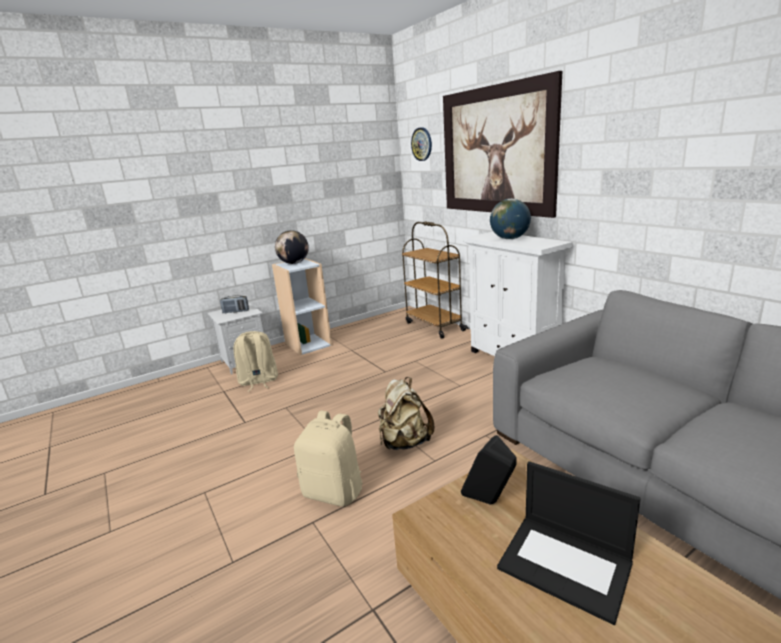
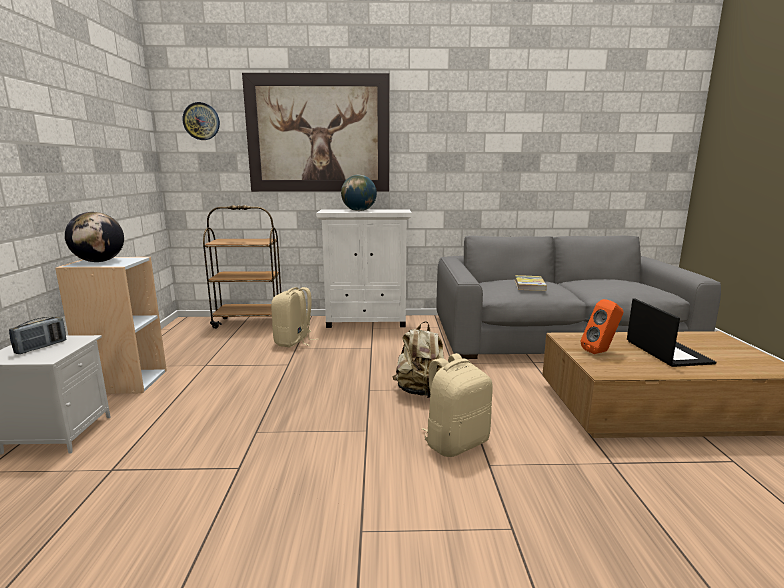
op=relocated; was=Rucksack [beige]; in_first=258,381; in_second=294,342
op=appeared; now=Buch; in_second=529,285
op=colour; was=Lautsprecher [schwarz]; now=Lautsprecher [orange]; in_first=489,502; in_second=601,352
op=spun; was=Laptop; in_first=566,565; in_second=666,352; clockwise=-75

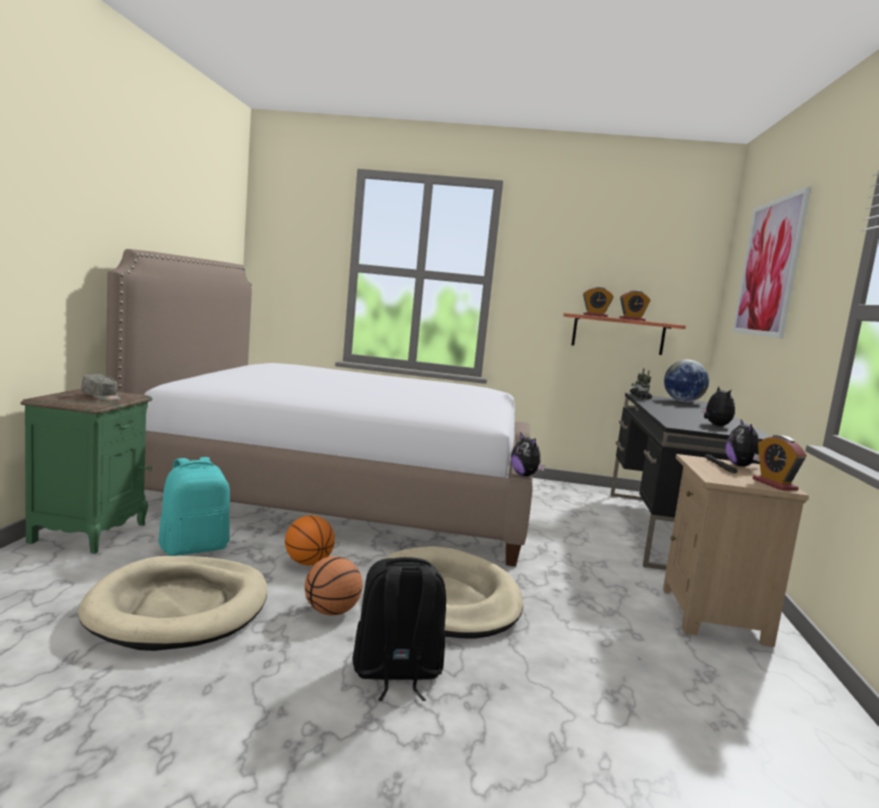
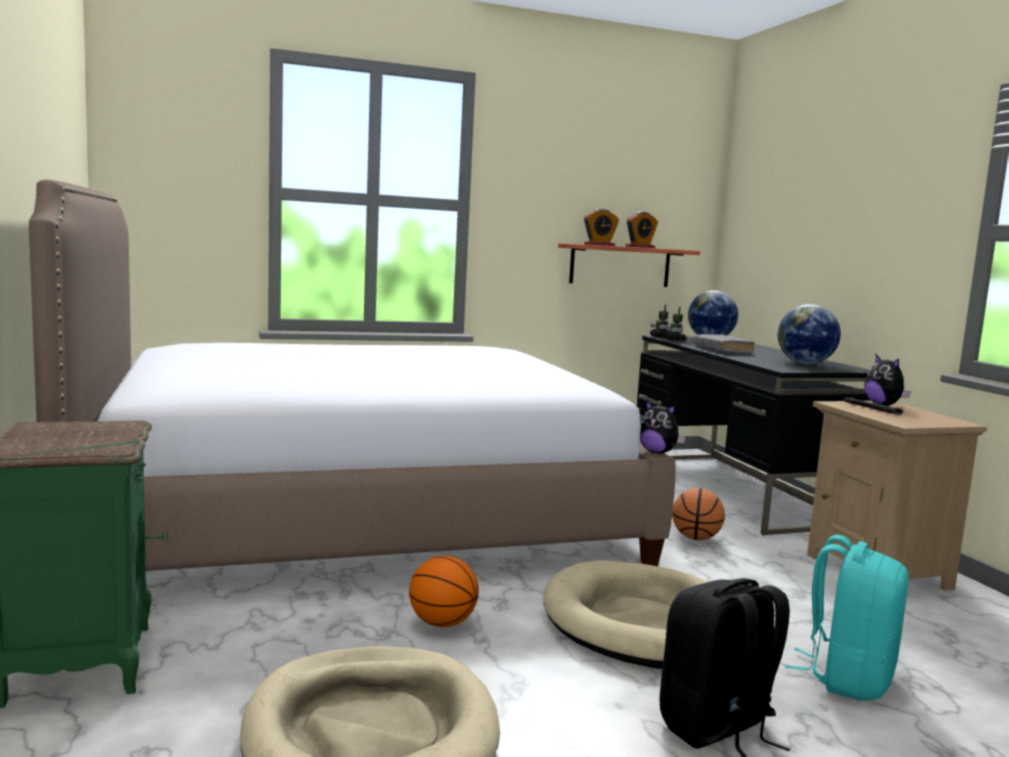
op=relocated; was=Basketball; in_first=331,612; in_second=696,538
op=appeared; now=Buch [grau]; in_second=722,350
op=exchanged; was=Plüschtier; now=Globus; in_first=715,425; in_second=804,363
op=relocated; was=Rucksack [türkis]; in_first=194,548; in_second=847,678
op=missing; was=Kappe [grau]; in_first=102,397
op=missing; was=Bild; in_first=769,268
op=missing; was=Wecker; in_first=774,484

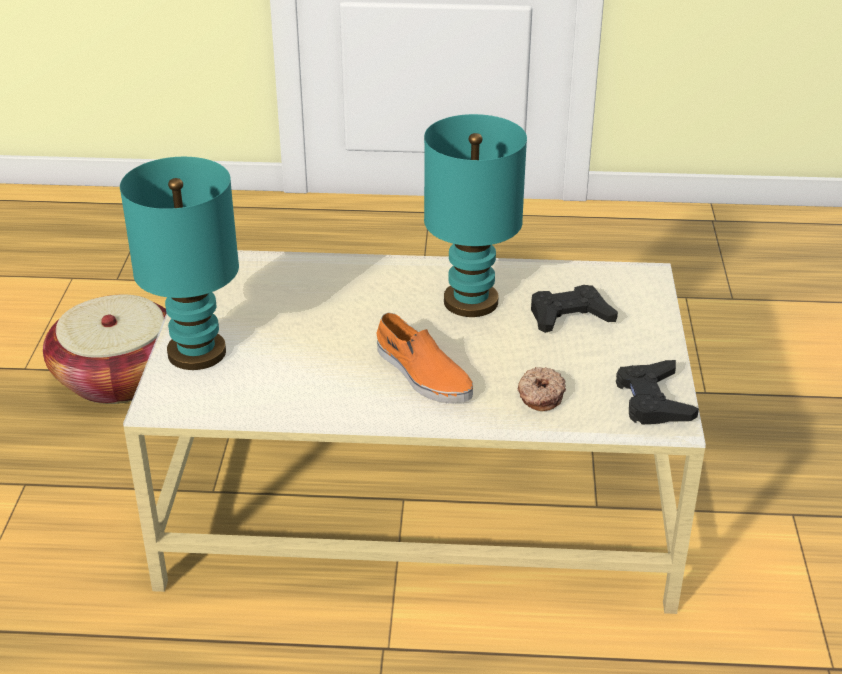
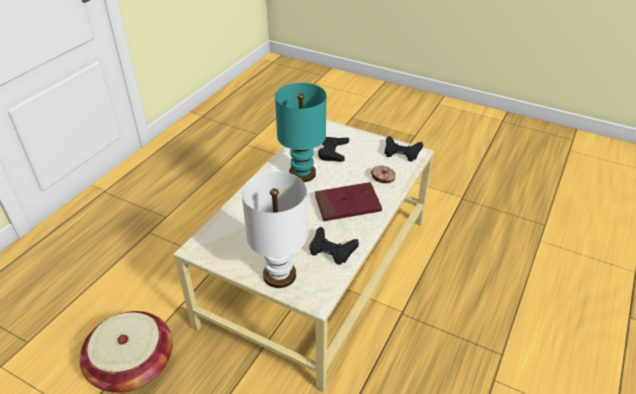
op=colour; was=Tischlampe [türkis]; now=Tischlampe [weiß]; in_first=196,353; in_second=280,276
op=appeared; now=Gamepad [schwarz]; in_second=331,249
op=exchanged; was=Schuh [orange]; now=Buch [rot]; in_first=422,374; in_second=347,204

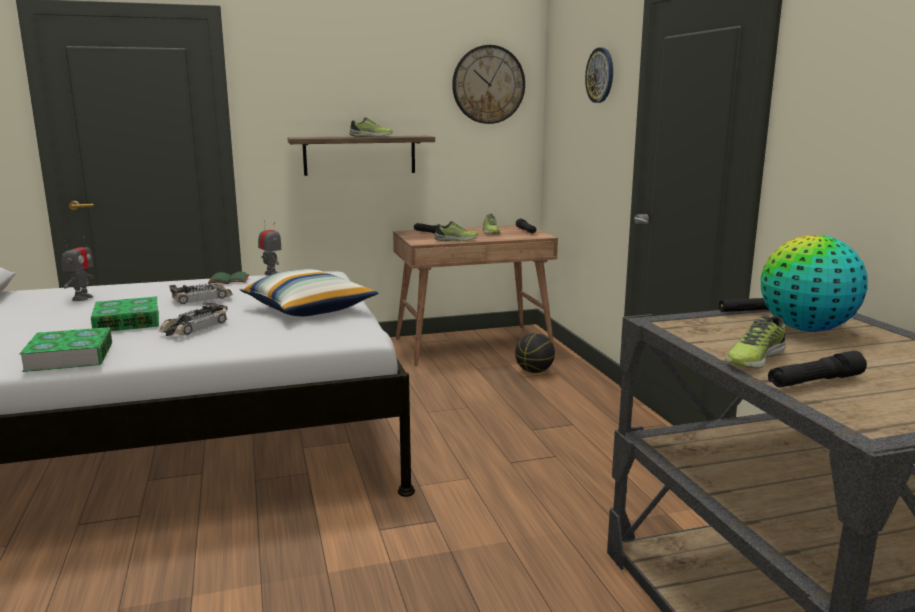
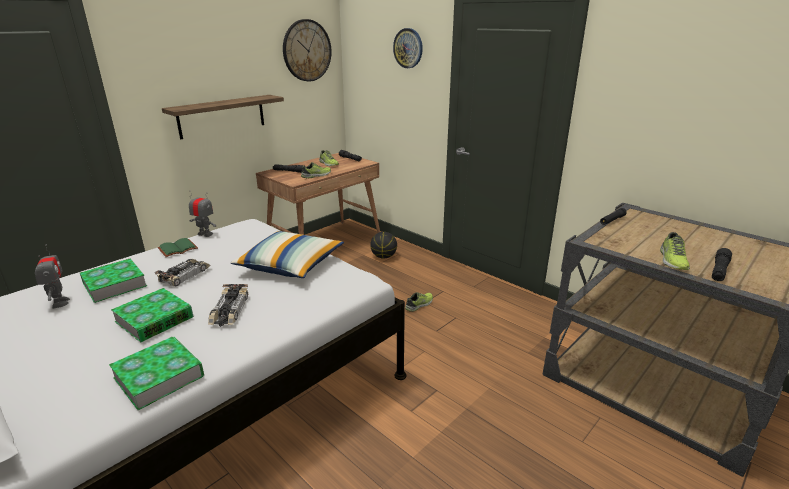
op=appeared; now=Buch; in_second=114,284
op=relocated; was=Schuh; in_first=371,136; in_second=419,305
op=missing; was=Globus; in_first=806,329

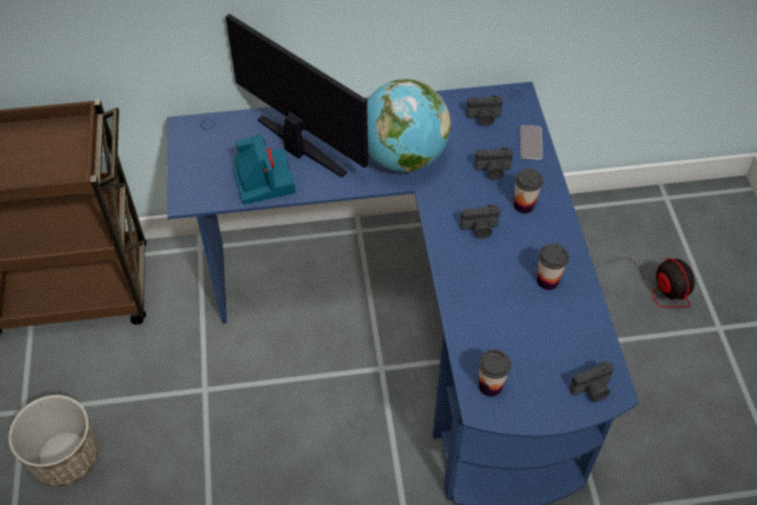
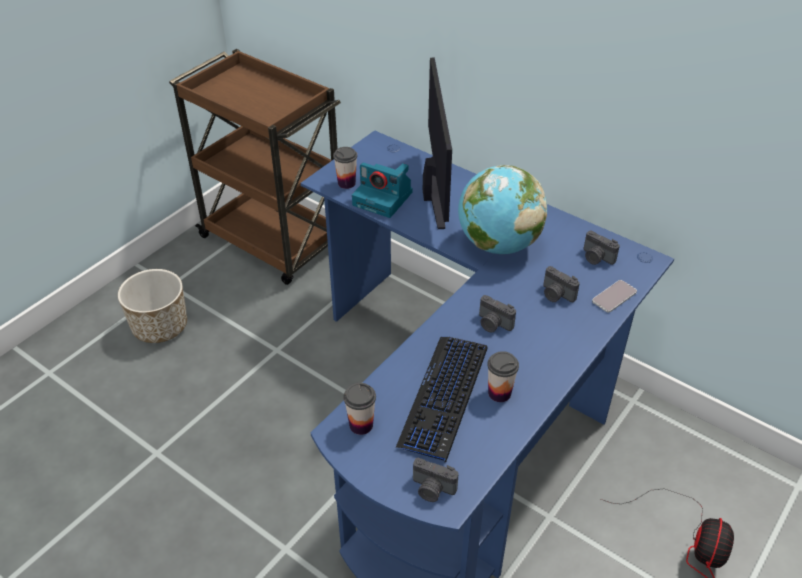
op=relocated; was=Tasse; in_first=524,205; in_second=346,183
op=spun; was=Kamera; in_first=263,180; in_second=384,198; clockwise=90
op=appeared; now=Tastatur; in_second=444,397

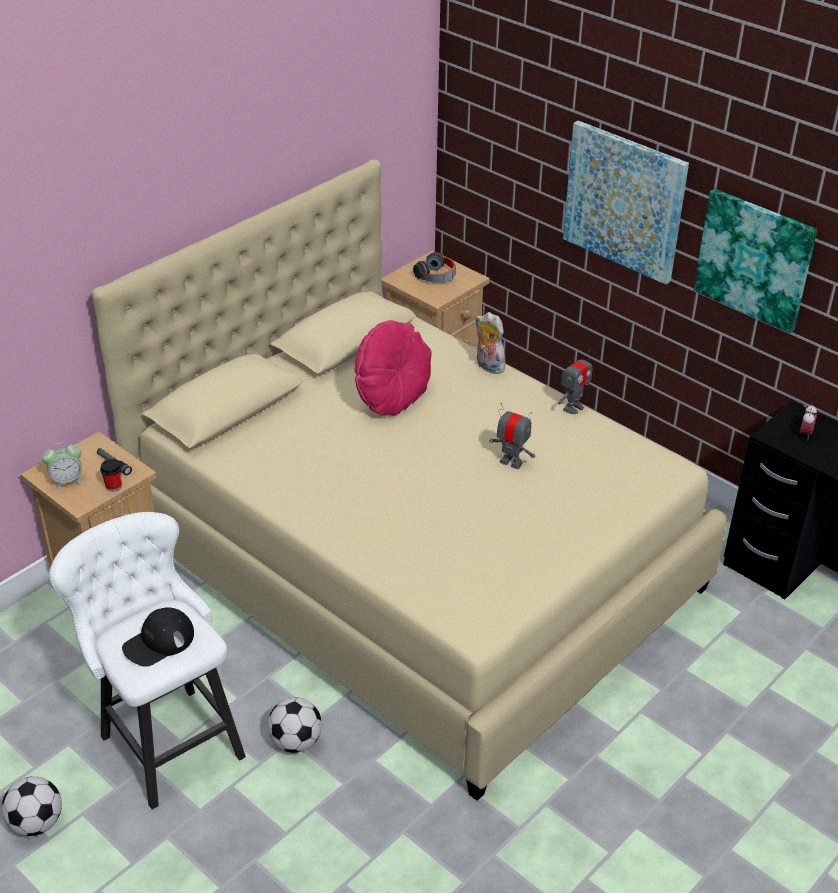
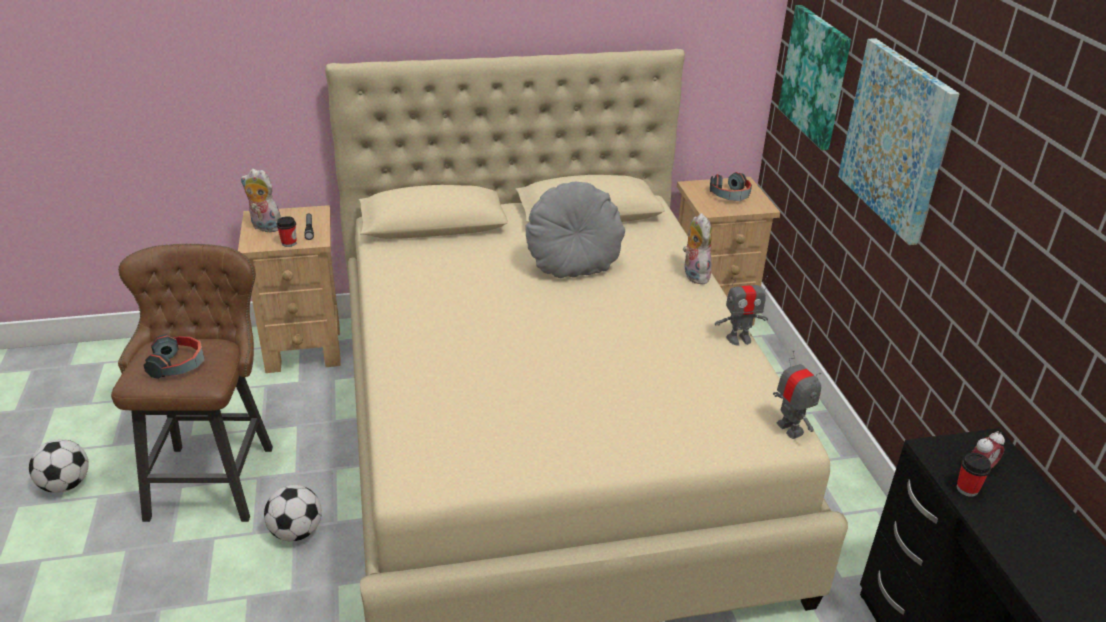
op=colour; was=Hocker [weiß]; now=Hocker [braun]; in_first=164,734; in_second=215,470
op=exchanged; was=Kappe [schwarz]; now=Kopfhörer; in_first=159,642; in_second=178,365
op=exchanged; was=Wecker; now=Plüschtier; in_first=67,481; in_second=264,227
op=colour; was=Kissen [rosa]; now=Kissen [grau]; in_first=393,401; in_second=573,269
op=relocated; was=Spielzeugroboter; in_first=511,462; in_second=790,429
op=relocated; was=Bild; in_first=754,259; in_second=816,76
op=appeared; now=Tasse; in_second=967,489

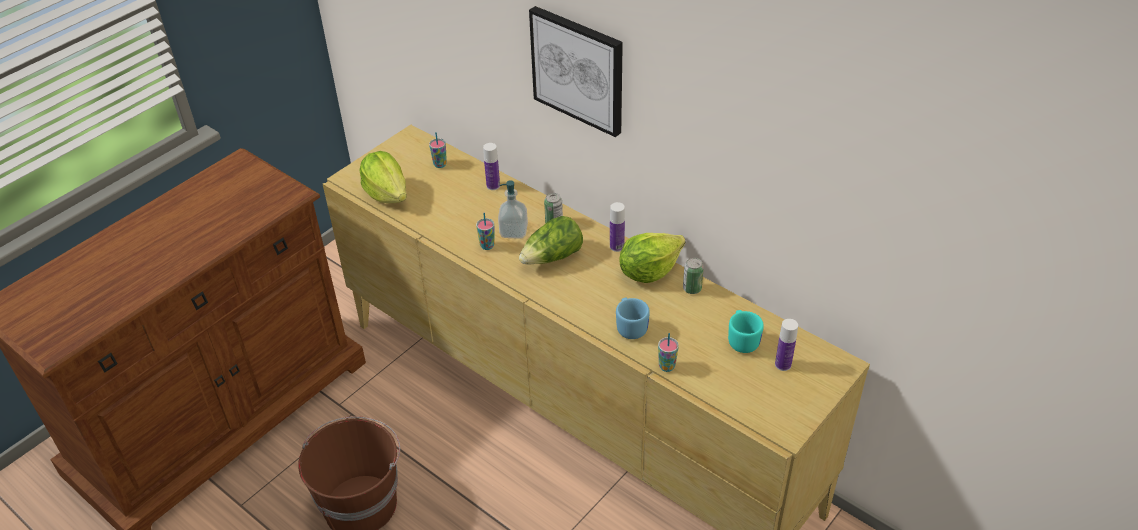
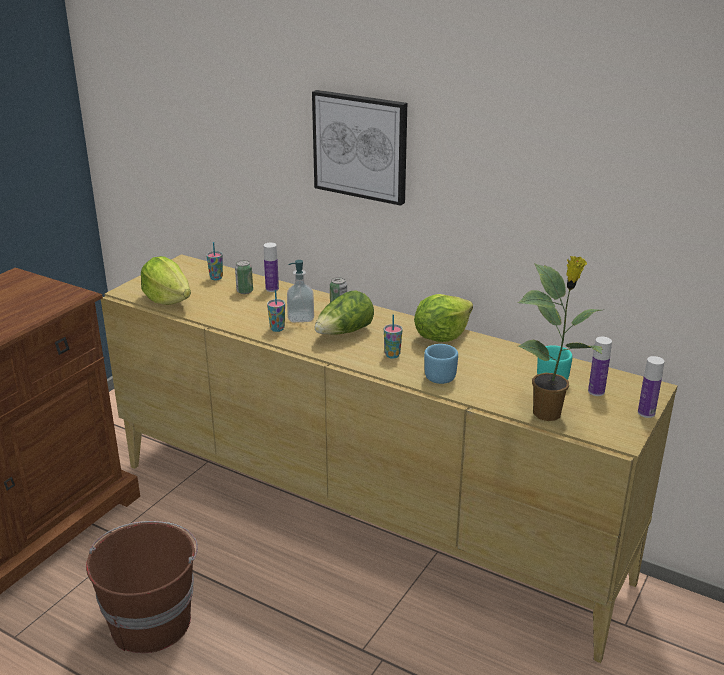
op=relocated; was=Dose; in_first=692,288; in_second=245,291
op=relocated; was=Tasse; in_first=667,366; in_second=392,355
op=appeared; now=Topfpflanze; in_second=549,413
op=relocated; was=Flasche; in_first=617,246; in_second=646,413

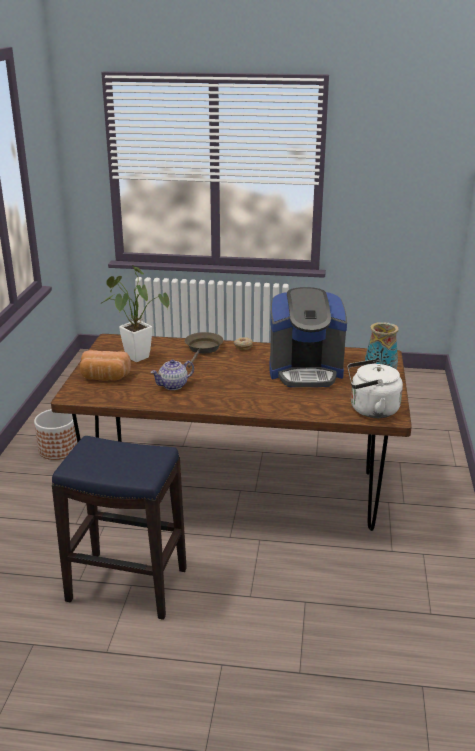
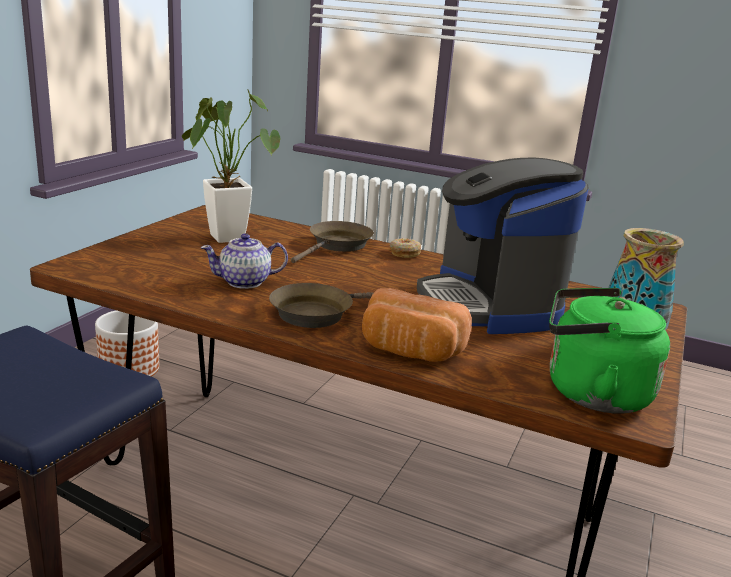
op=appeared; now=Pfanne [braun]; in_second=317,313
op=relocated; was=Brot; in_first=104,377; in_second=410,351
op=spun; was=Kaffeemaschine; in_first=305,372; in_second=490,305; clockwise=60
op=colour; was=Wasserkessel [weiß]; now=Wasserkessel [grün]; in_first=371,410; in_second=590,393

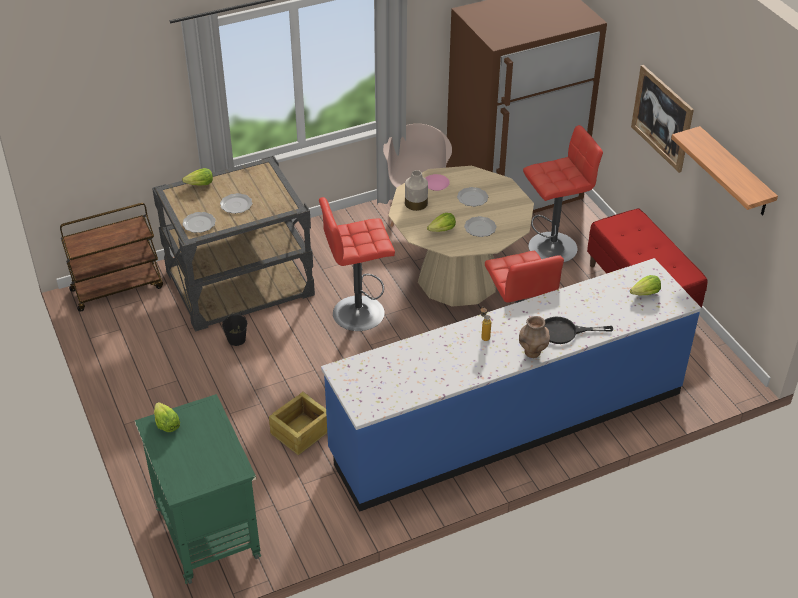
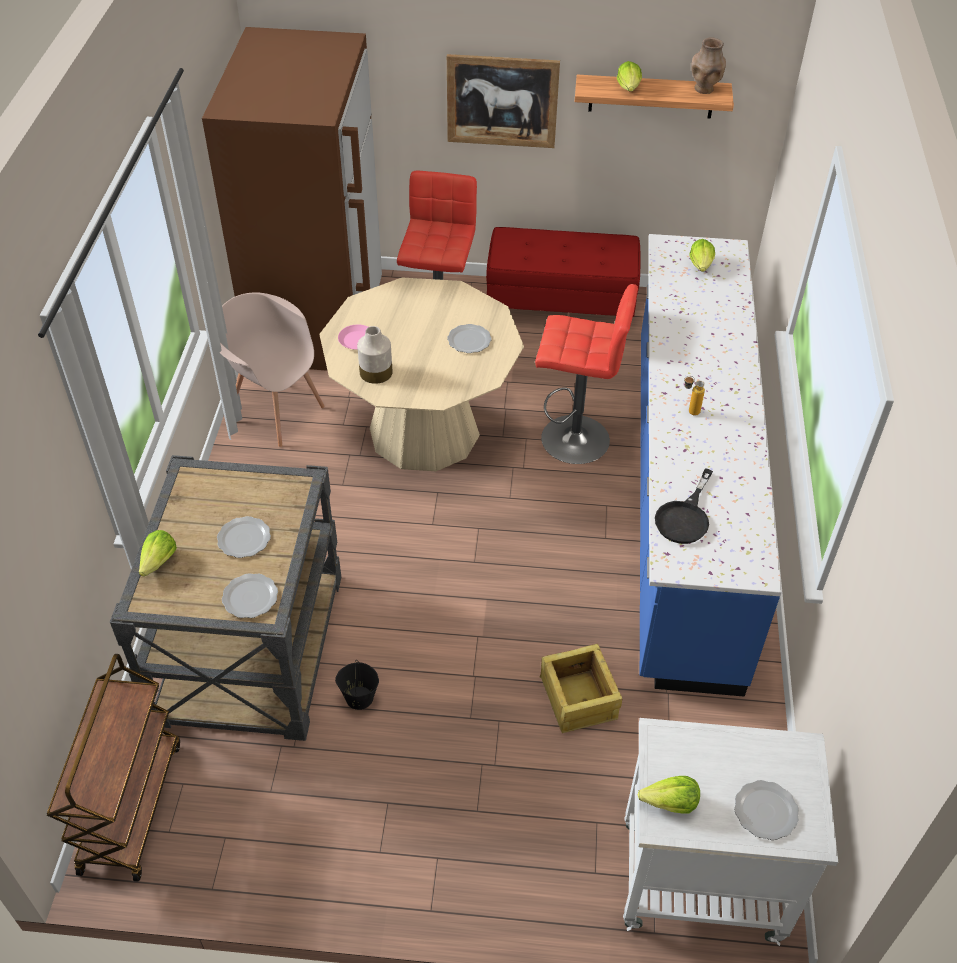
op=relocated; was=Salatkopf; in_first=442,230; in_second=629,88
op=colour; was=Rollwagen [grün]; now=Rollwagen [weiß]; in_first=208,533; in_second=698,881
op=relocated; was=Pfanne [schwarz]; in_first=565,332; in_second=685,517
op=relocated; was=Vase [braun]; in_first=532,352; in_second=704,89
op=relocated; was=Teller; in_first=473,198; in_second=766,810
op=missing; was=Hocker [rot]; in_first=357,313

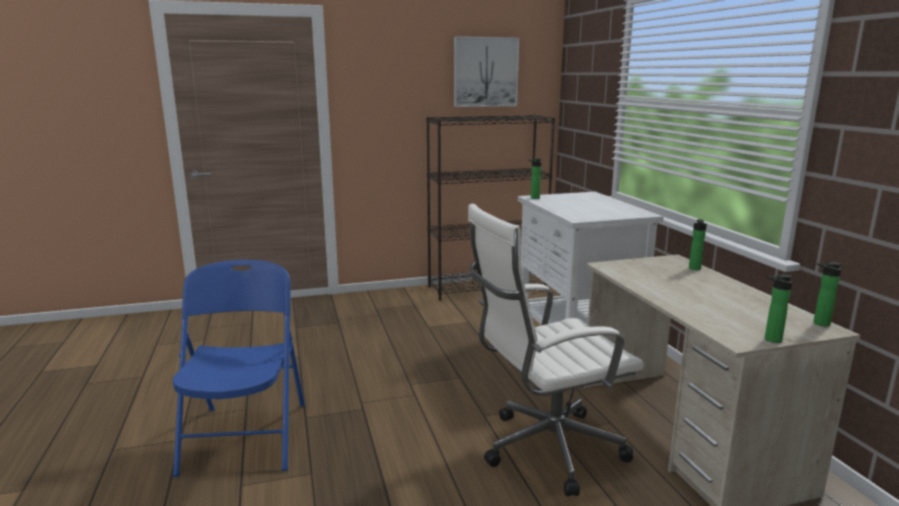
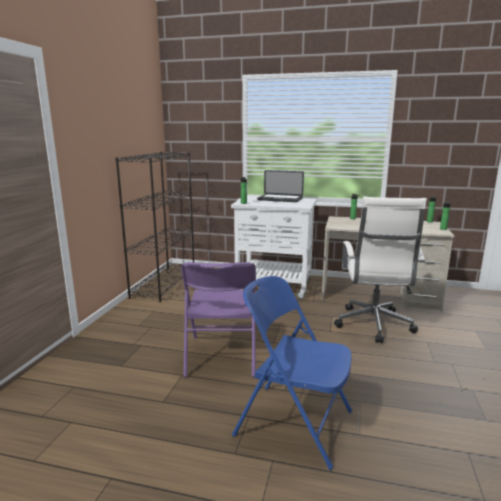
op=appeared; now=Stuhl [lila]; in_second=221,356
op=appeared; now=Laptop; in_second=280,199
op=missing; was=Bild; in_first=485,72

